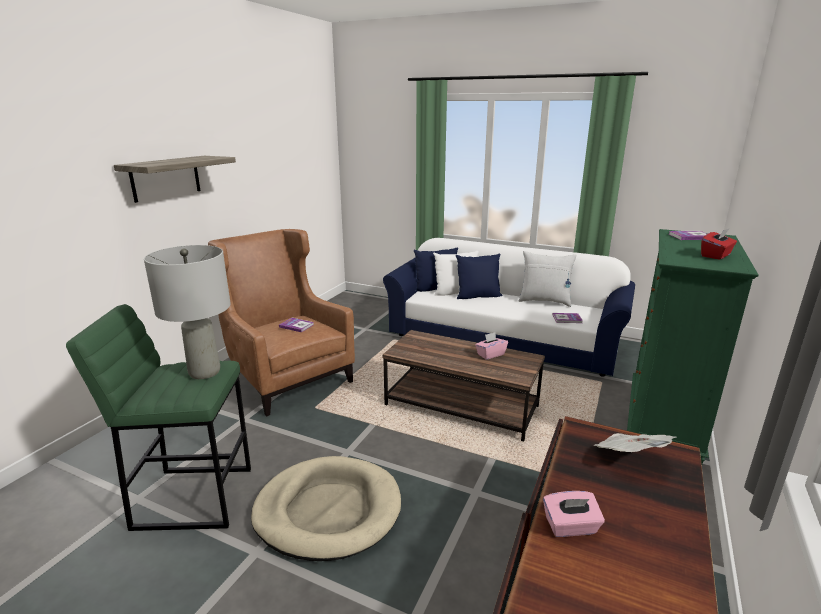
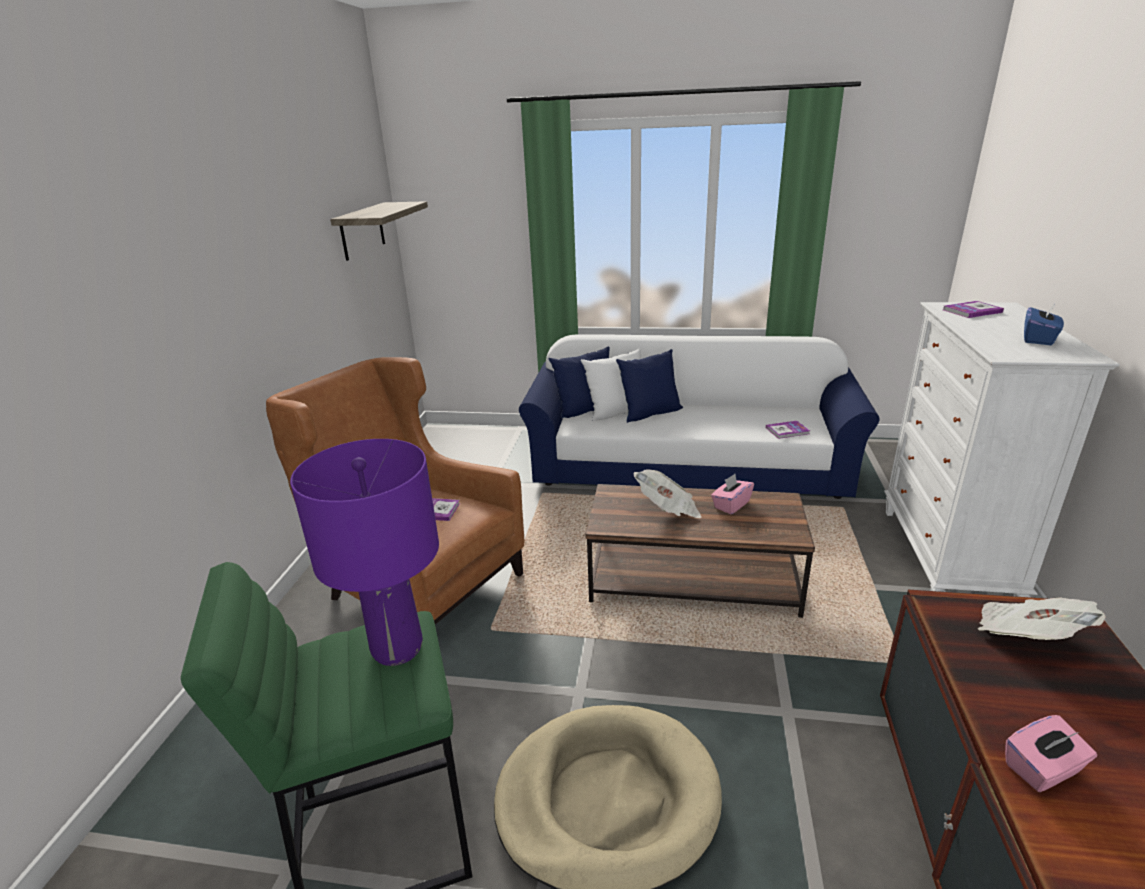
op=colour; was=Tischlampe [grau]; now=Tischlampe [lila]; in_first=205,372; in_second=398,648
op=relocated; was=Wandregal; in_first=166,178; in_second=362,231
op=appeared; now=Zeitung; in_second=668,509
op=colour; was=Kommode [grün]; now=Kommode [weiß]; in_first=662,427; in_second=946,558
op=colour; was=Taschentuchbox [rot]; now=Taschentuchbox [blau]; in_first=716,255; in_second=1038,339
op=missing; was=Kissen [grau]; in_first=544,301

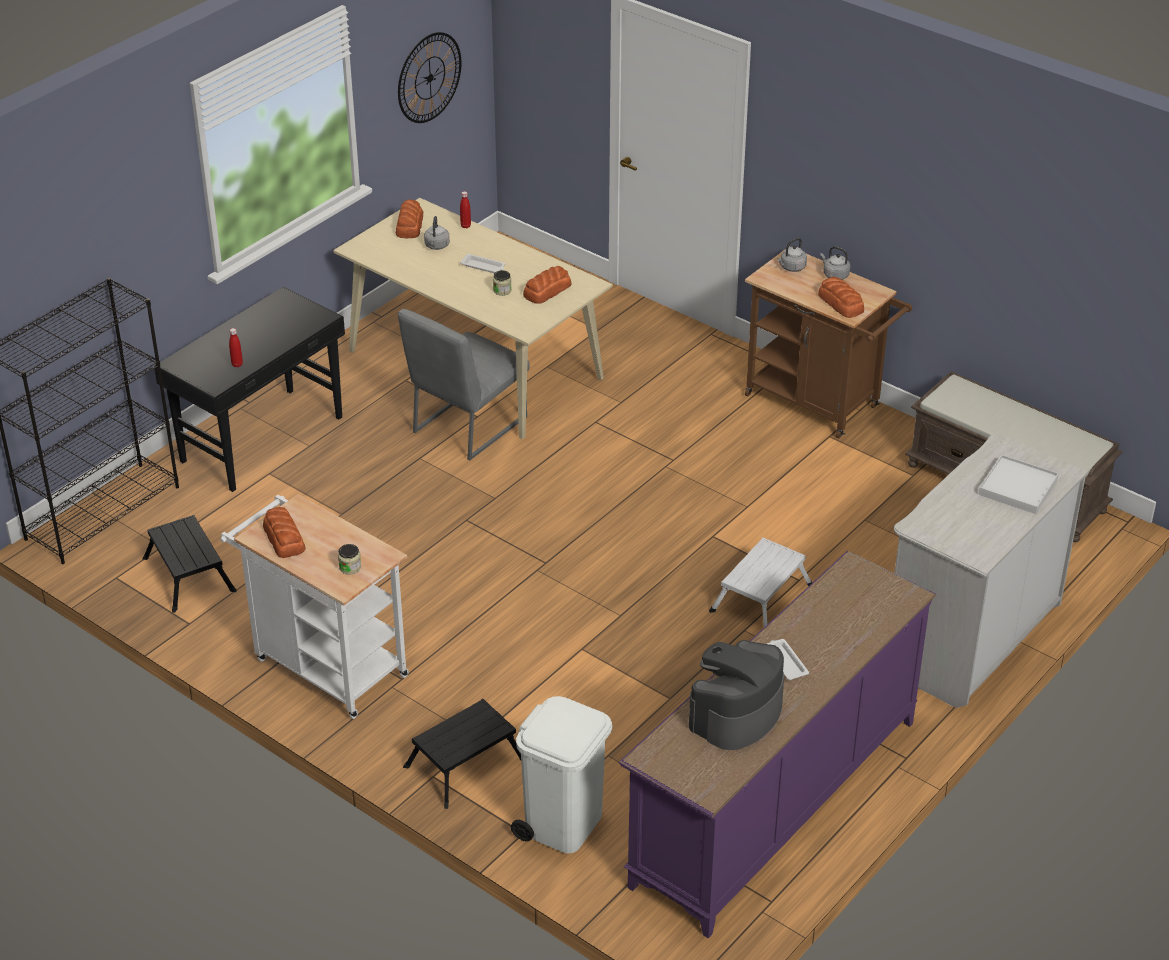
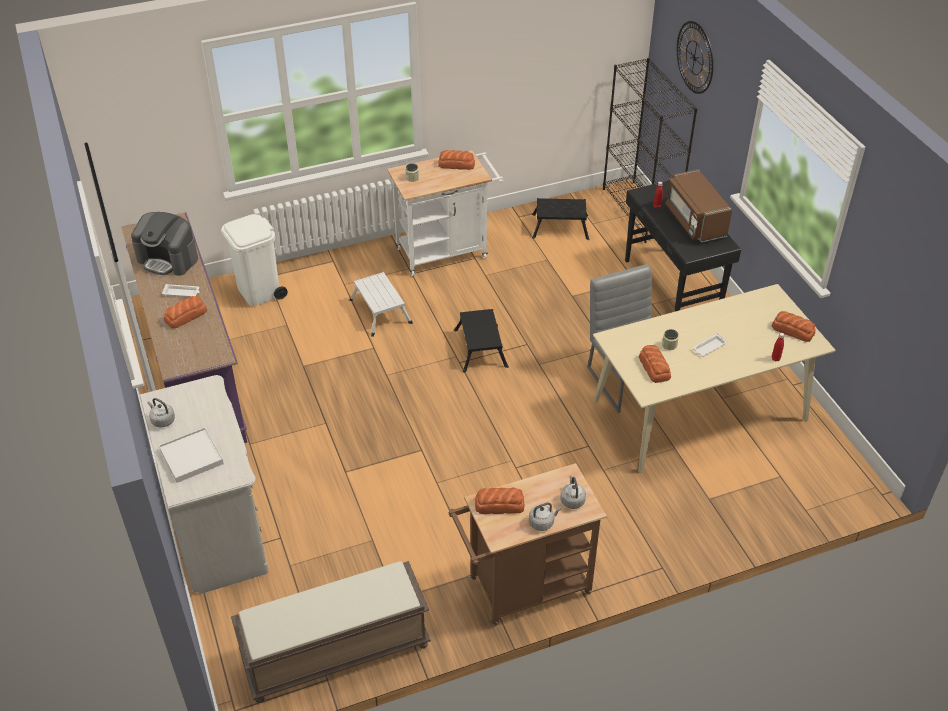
op=spun; was=Kaffeemaschine; in_first=735,714; in_second=168,259; clockwise=135
op=relocated; was=Wasserkessel [grau]; in_first=436,246; in_second=162,420
op=appeared; now=Brot; in_second=186,316
op=relocated; was=Trittleiter [weiß]; in_first=761,598; in_second=380,311
op=relocated; was=Trittleiter [schwarz]; in_first=464,764; in_second=480,348
op=appeared; now=Mikrowelle [braun]; in_second=695,221
op=relocated; was=Wanduhr; in_first=429,77; in_second=694,57

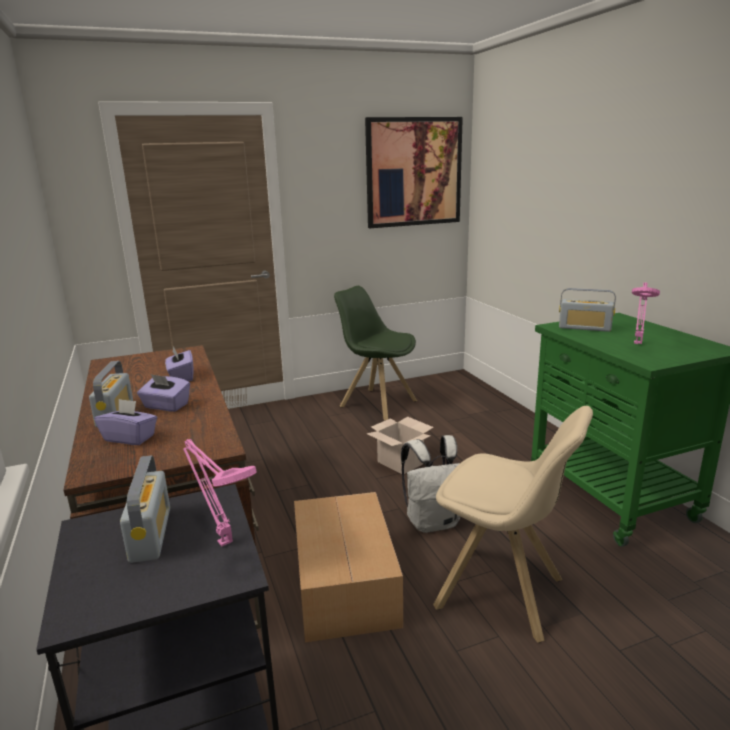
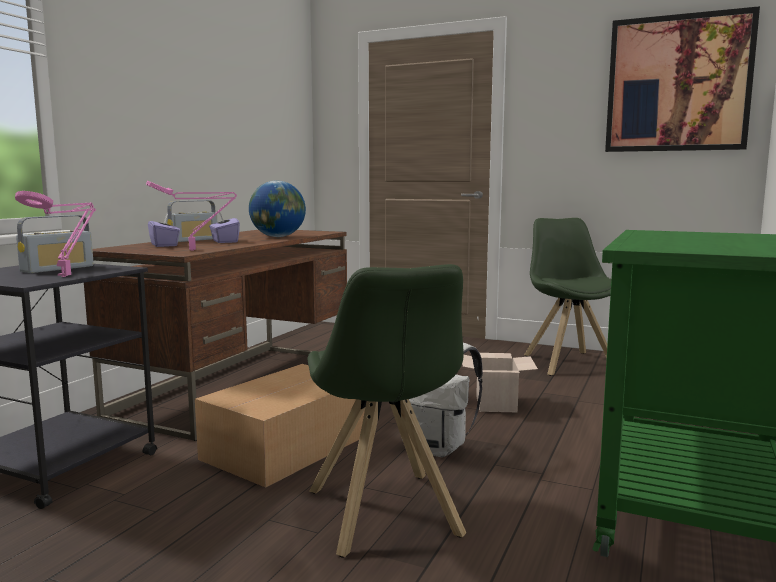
op=relocated; was=Tischlampe [rosa]; in_first=637,343; in_second=195,250
op=exchanged; was=Taschentuchbox [lila]; now=Globus; in_first=181,377; in_second=278,237
op=colour; was=Stuhl [beige]; now=Stuhl [grün]; in_first=500,592; in_second=384,512
op=missing; was=Radio; in_first=584,328

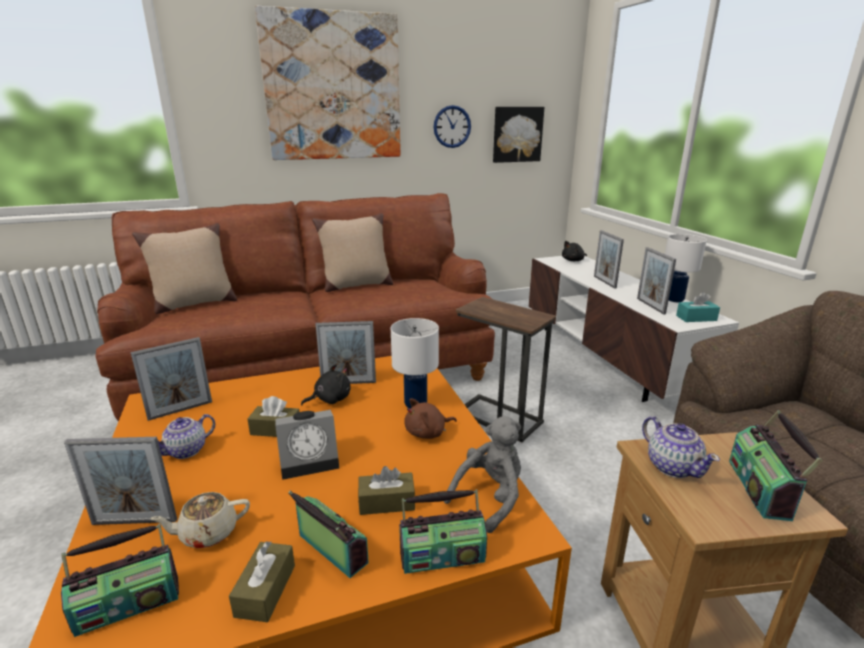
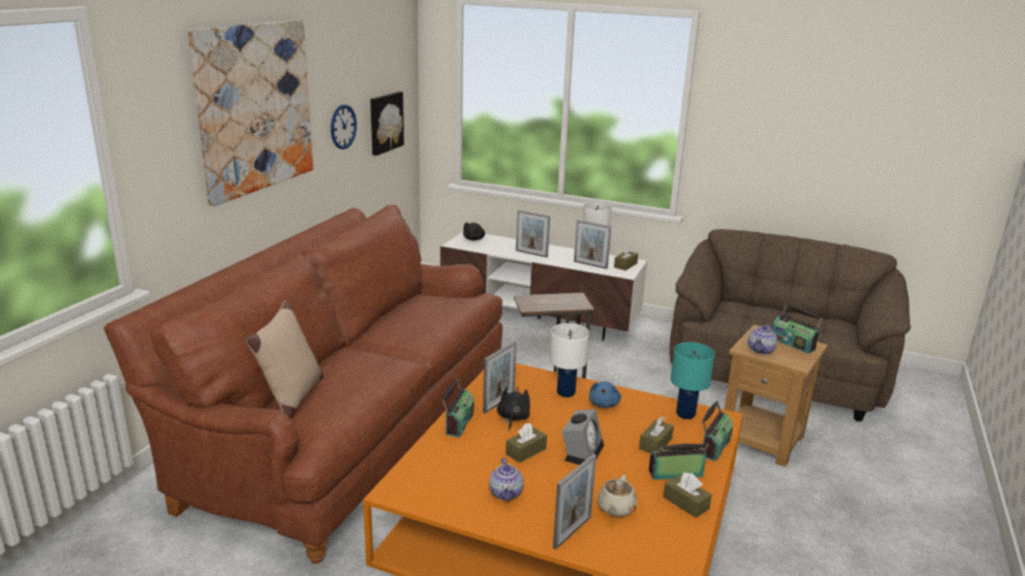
op=relocated; was=Radio; in_first=128,604; in_second=458,423
op=colour; was=Plüschtier [braun]; now=Plüschtier [blau]; in_first=427,433; in_second=604,404
op=colour; was=Taschentuchbox [türkis]; now=Taschentuchbox [braun]; in_first=696,318; in_second=625,265
op=exchanged; was=Plüschtier [grau]; now=Tischlampe [türkis]; in_first=490,497; in_second=686,414
op=spun; was=Teekanne; in_first=672,466; in_second=761,350; clockwise=105
op=missing; was=Bilderrahmen; in_first=180,410
op=missing; was=Kissen [beige]; in_first=356,285

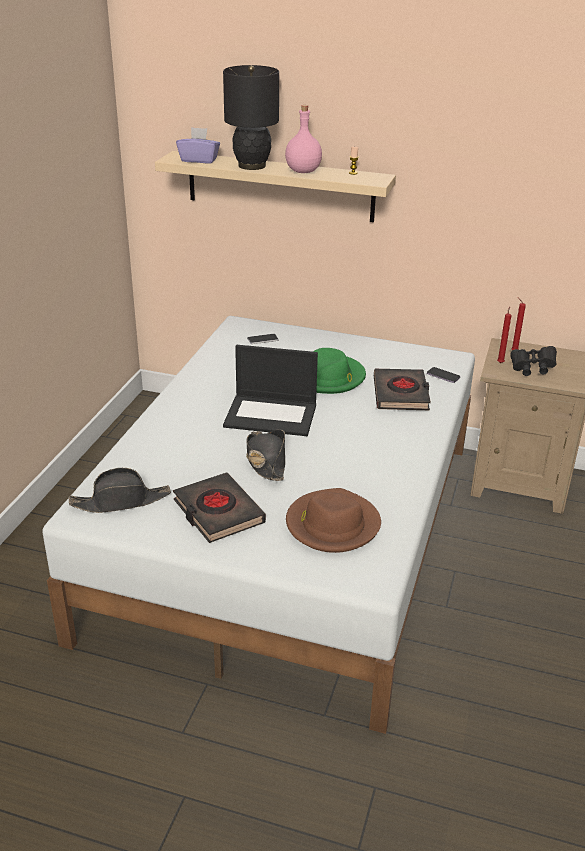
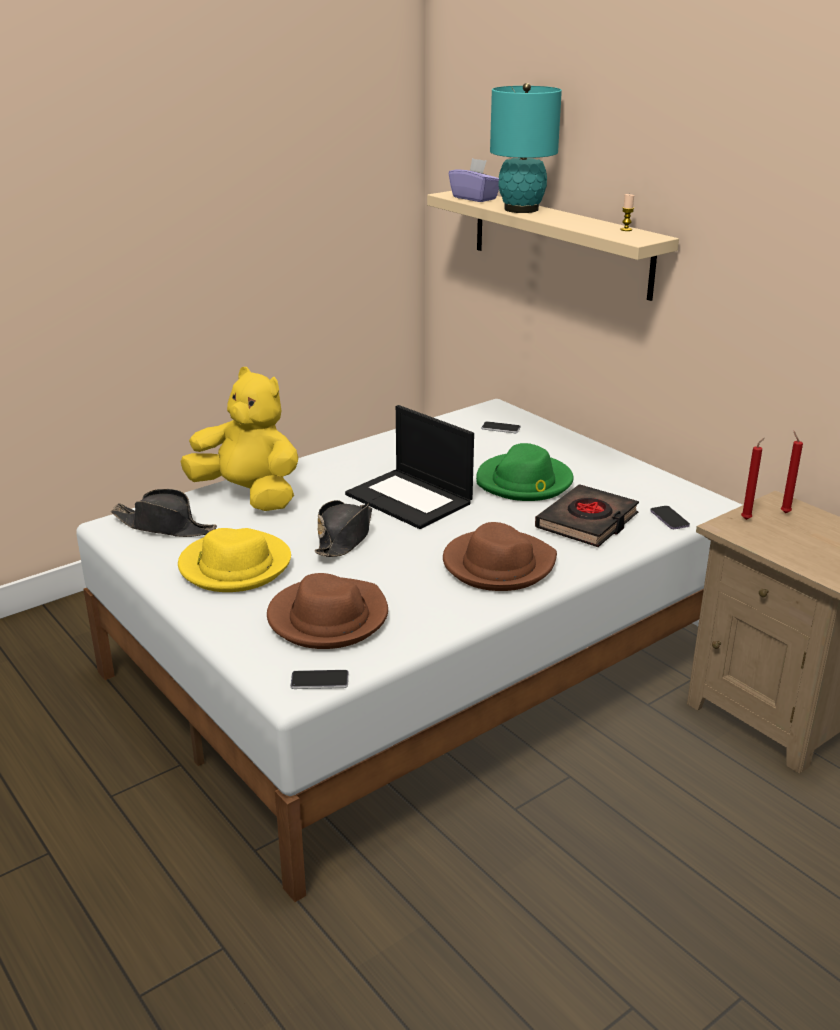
op=exchanged; was=Buch [schwarz]; now=Hut [gelb]; in_first=218,512; in_second=234,566
op=appeared; now=Plüschtier [gelb]; in_second=249,495
op=appeared; now=Handy; in_second=319,680
op=appeared; now=Hut [braun]; in_second=498,565
op=colour; was=Tischlampe [schwarz]; now=Tischlampe [türkis]; in_first=252,165; in_second=521,209
op=missing; was=Flasche [rosa]; in_first=303,171
op=missing; was=Fernglas [schwarz]; in_first=532,369

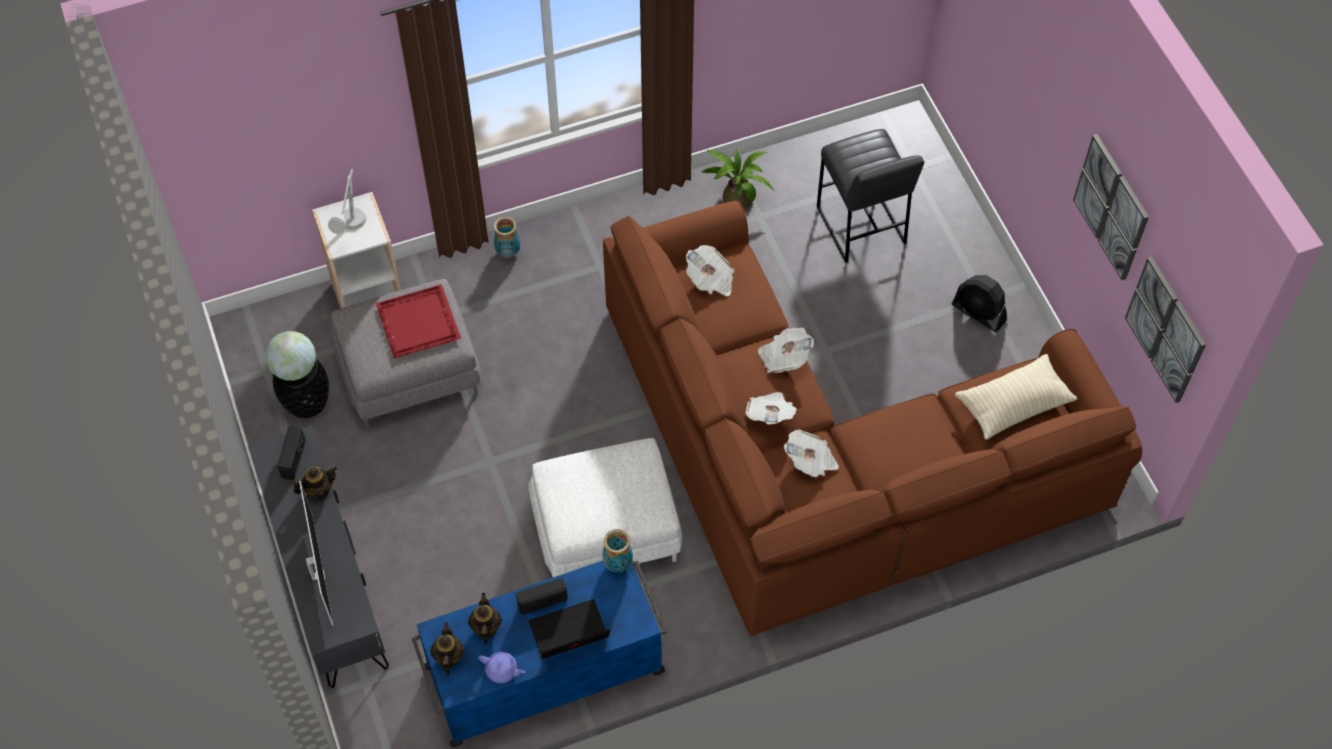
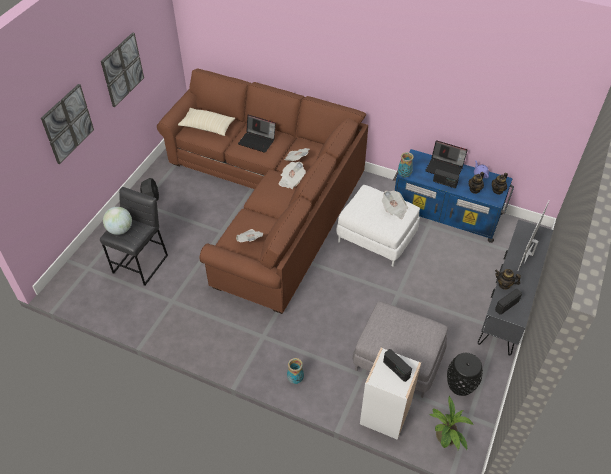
op=relocated; was=Bild; in_first=1166,329; in_second=67,124
op=relocated; was=Globus; in_first=294,368; in_second=120,230
op=appeared; now=Laptop; in_second=257,141
op=relocated; was=Zeitung; in_first=784,357; in_second=394,209
op=exchanged; was=Tischlampe [grau]; now=Radio; in_first=350,230; in_second=396,369
op=relocated; was=Topfpflanze; in_first=735,197; in_second=446,439
op=missing; was=Tablett [rot]; in_first=416,322

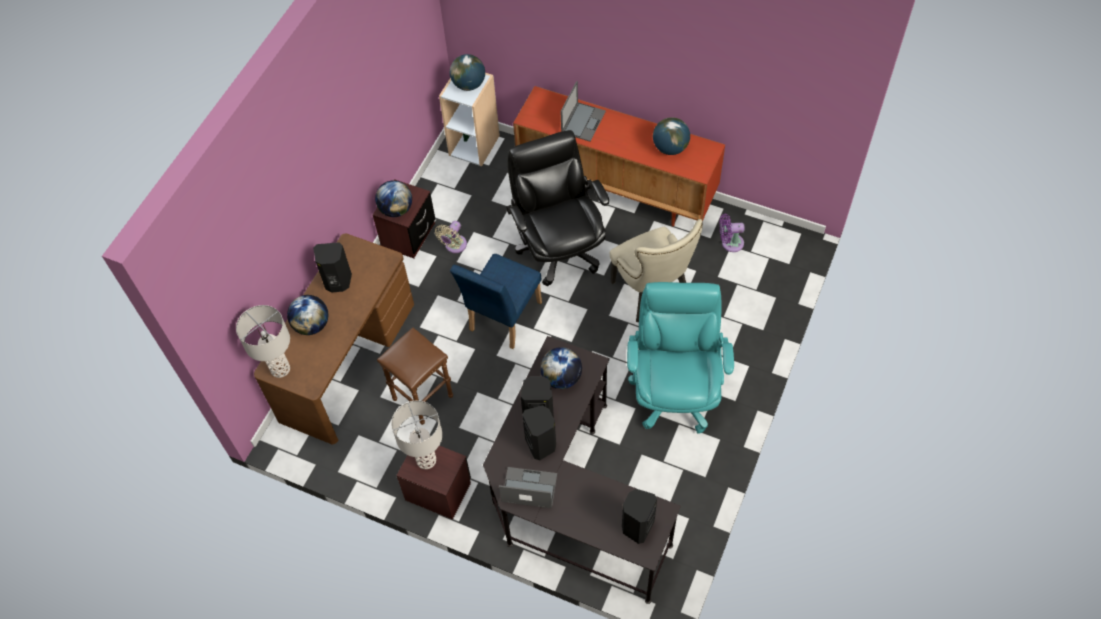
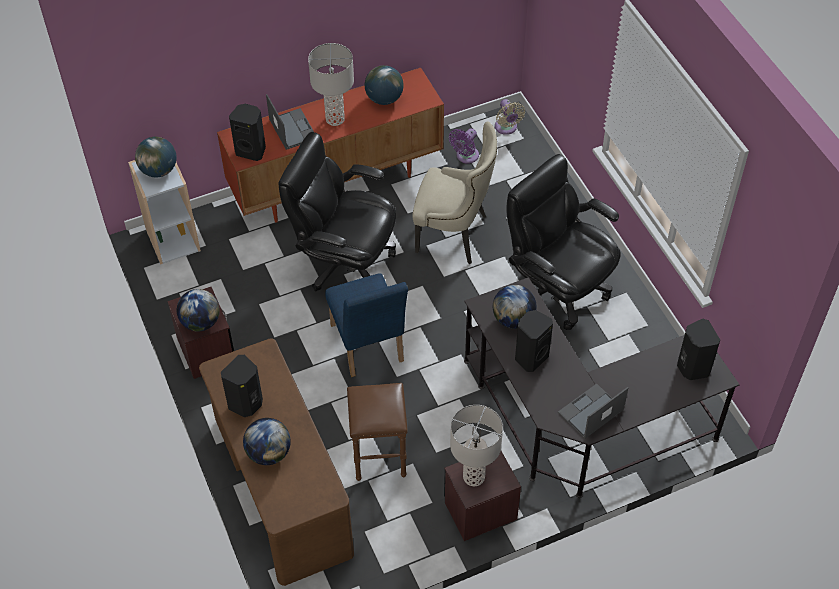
op=relocated; was=Lautsprecher [schwarz]; in_first=541,444; in_second=251,150
op=relocated; was=Tischlampe [weiß]; in_first=280,369; in_second=335,119
op=relocated; was=Ventilator [beige]; in_first=454,246; in_second=506,128
op=colour; was=Bürostuhl [türkis]; now=Bürostuhl [schwarz]; in_first=674,393; in_second=557,288

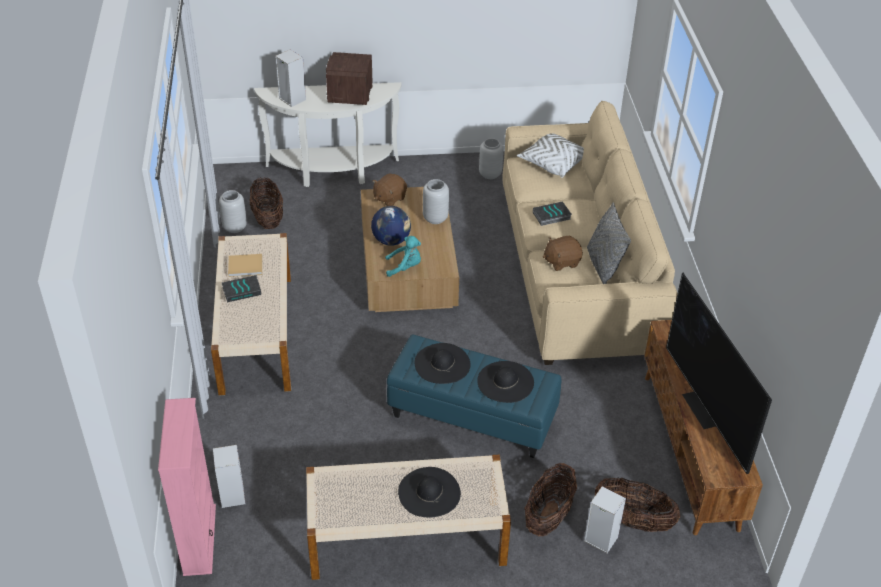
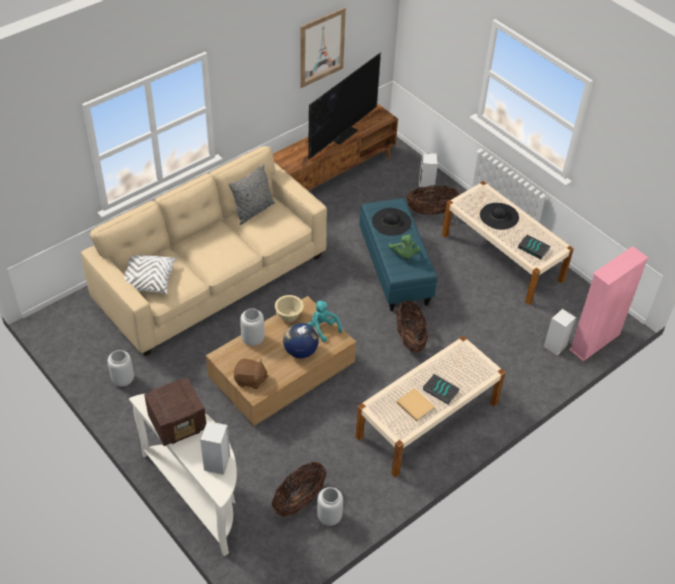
op=appeared; now=Schüssel [beige]; in_second=289,316
op=appeared; now=Bild; in_second=322,47
op=exchanged; was=Hut [schwarz]; now=Plüschtier [grün]; in_first=442,363; in_second=404,255
op=relocated; was=Korb; in_first=633,520; in_second=410,338
op=relocated; was=Buch; in_first=551,216; in_second=534,248
op=missing; was=Plüschtier [braun]; in_first=561,261

